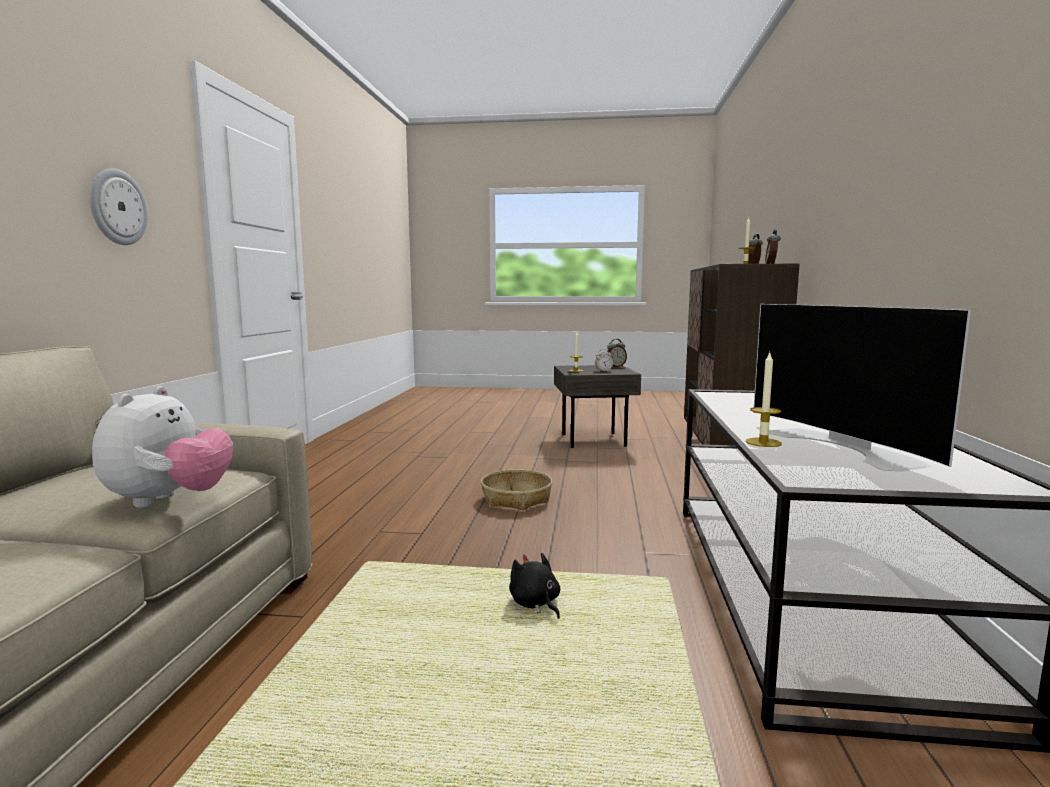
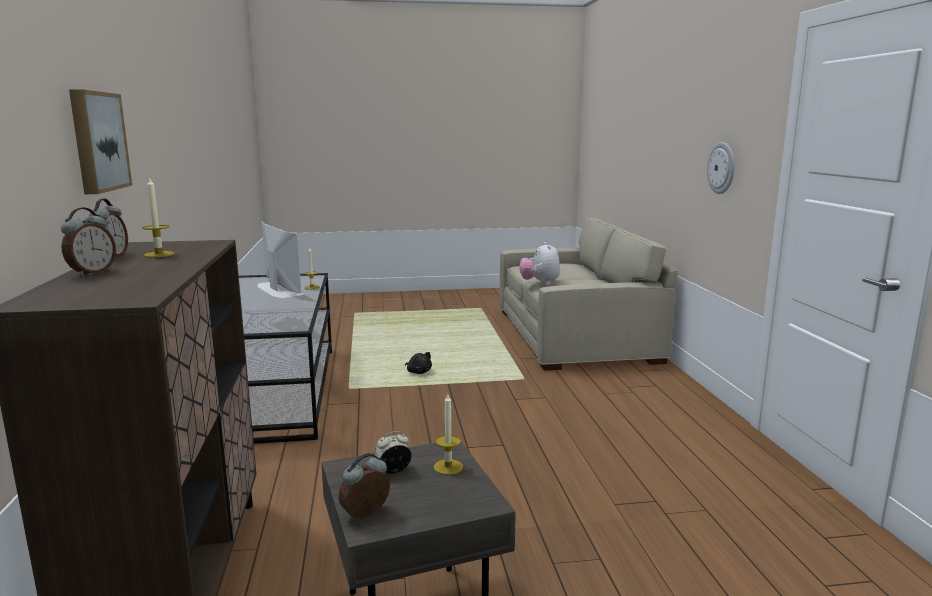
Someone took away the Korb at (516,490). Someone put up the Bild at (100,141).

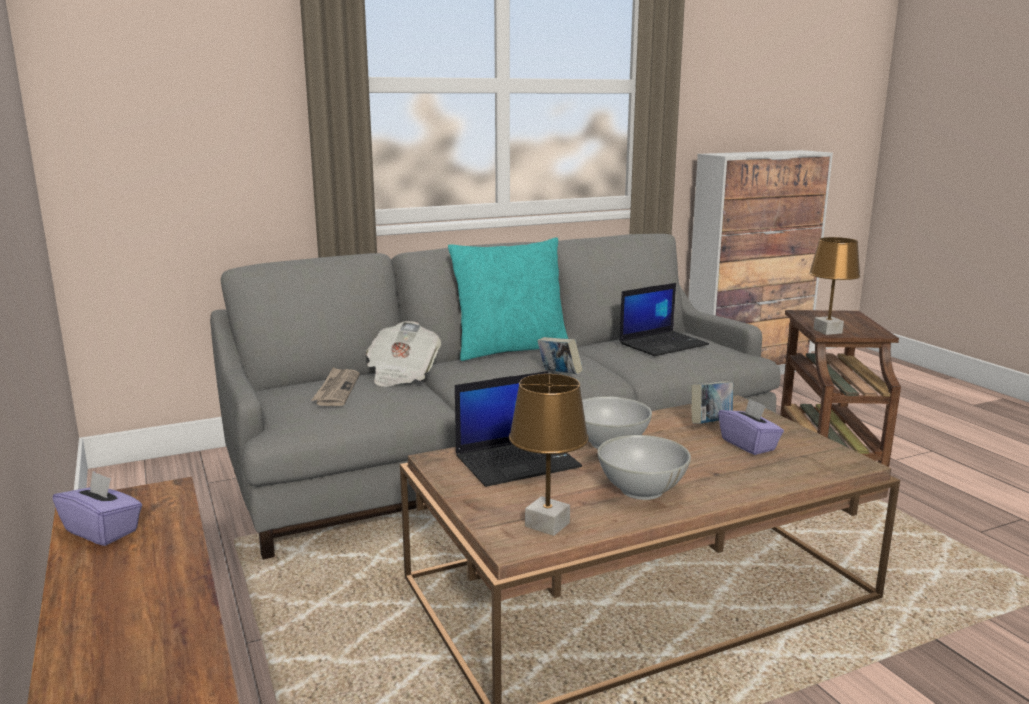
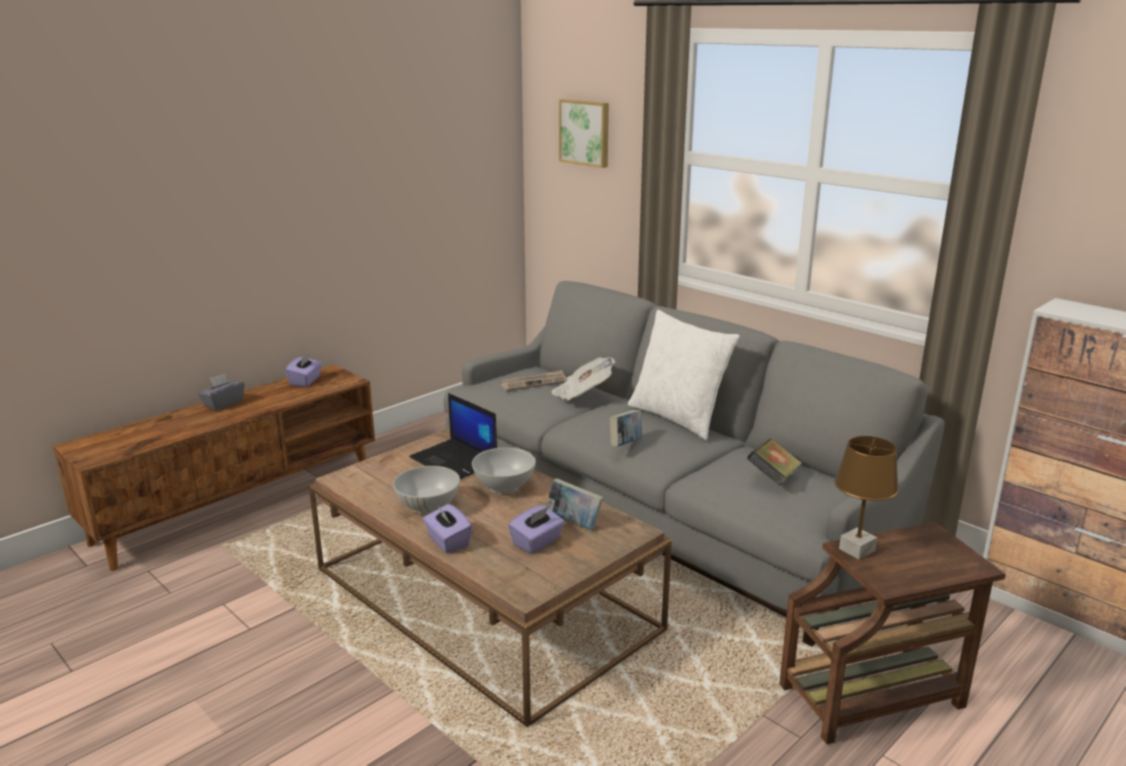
Someone took away the Tischlampe [braun] at (549,455). Someone put down the Taschentuchbox [grau] at (222,392). Someone put down the Taschentuchbox [lila] at (447,528). Someone put up the Bild at (584,133). Someone swapped the Laptop at (664,319) for the Buch at (774,462). Someone repainted the Kissen [türkis] at (508,299), which became the Kissen [weiß] at (684,375).

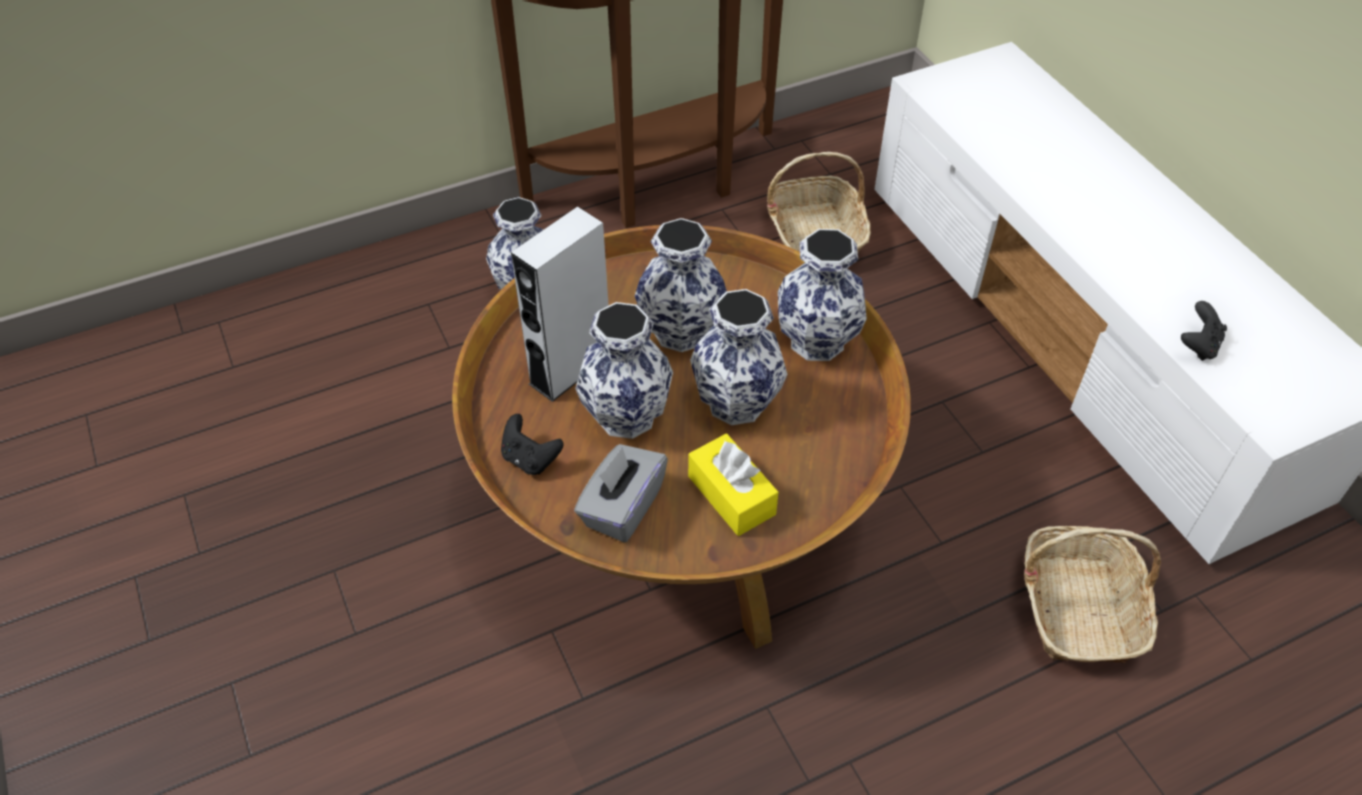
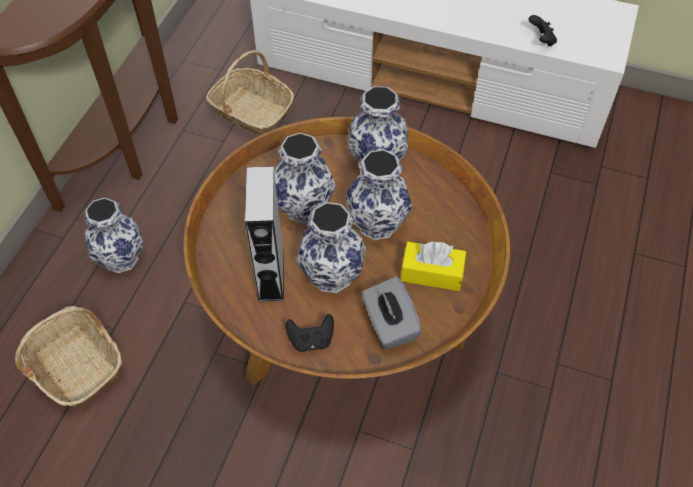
Someone carried the Korb from (1092,594) to (68,356).

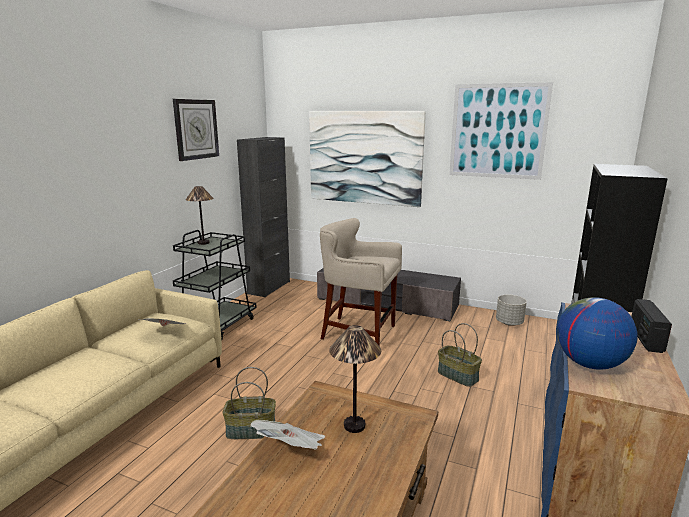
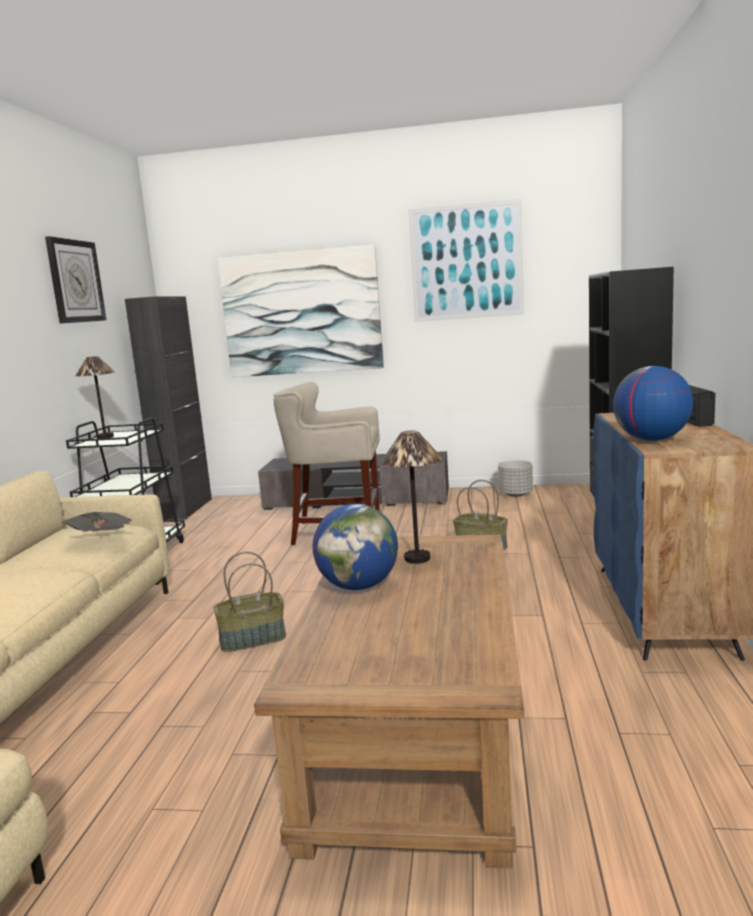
Someone swapped the Zeitung at (287,434) for the Globus at (355,547).

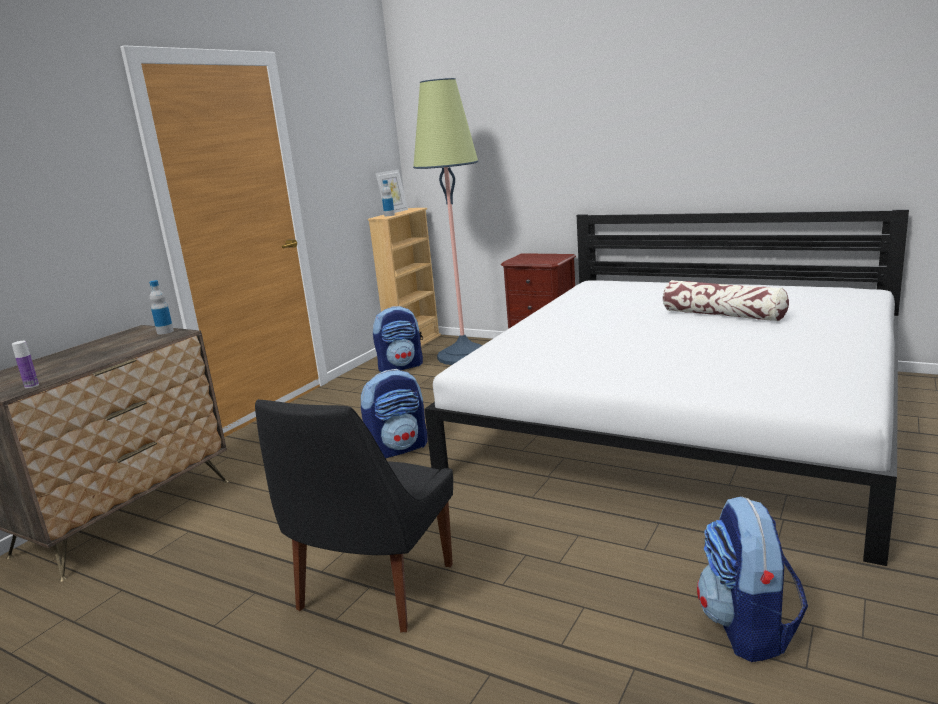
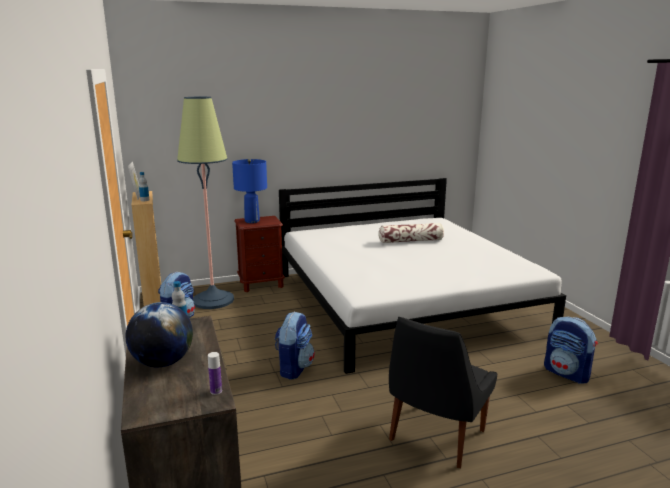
Someone put down the Globus at (159,334). Someone put down the Tischlampe [blau] at (249,191). Someone rotated the Stuhl [schwarz] at (354,515) by 60 degrees clockwise.

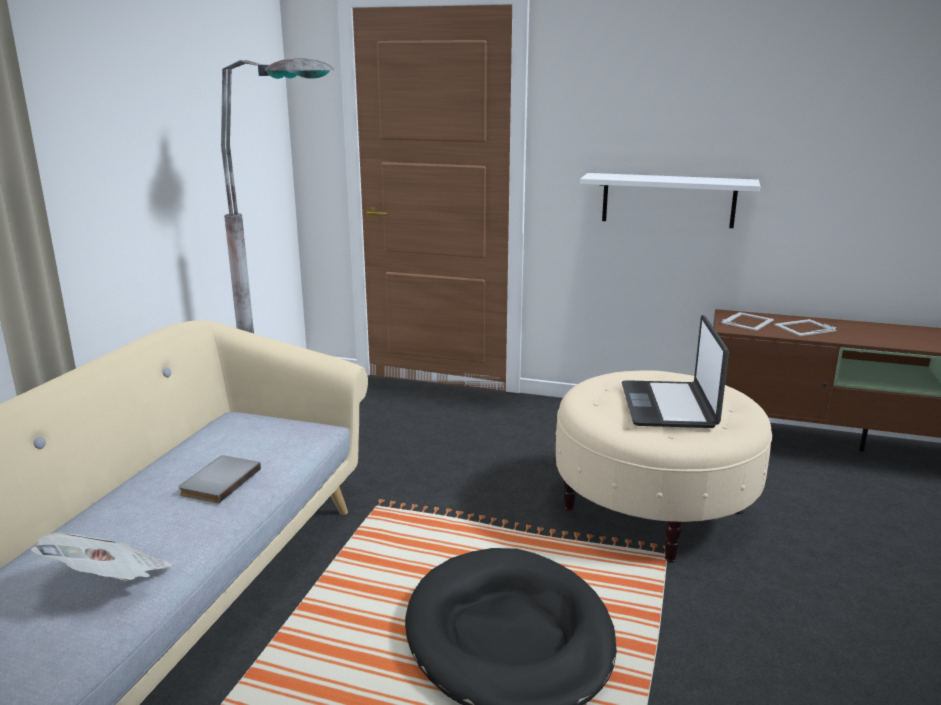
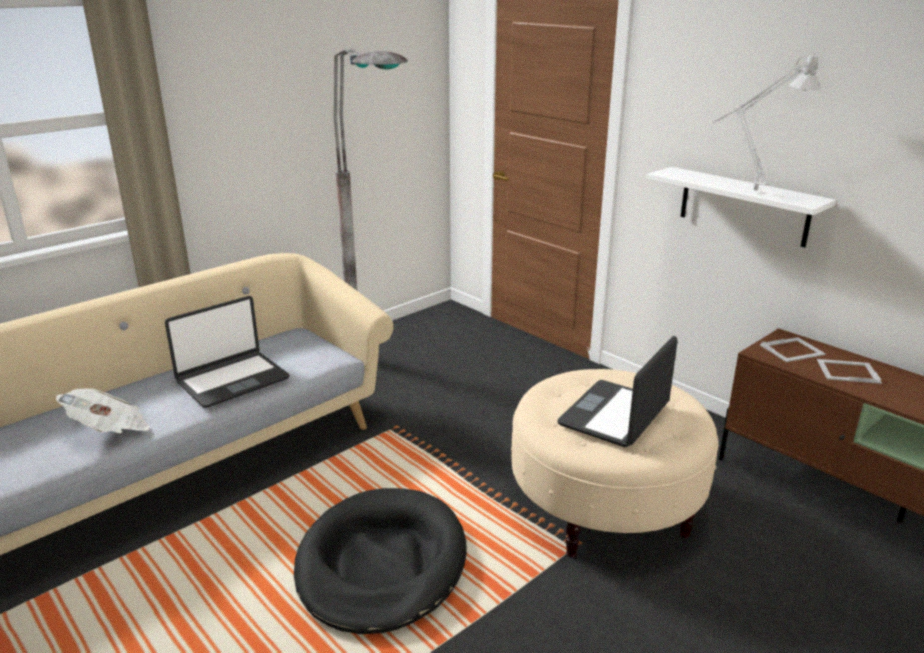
Someone put down the Tischlampe [grau] at (767,121). Someone swapped the Buch [grau] at (220,480) for the Laptop at (227,352).

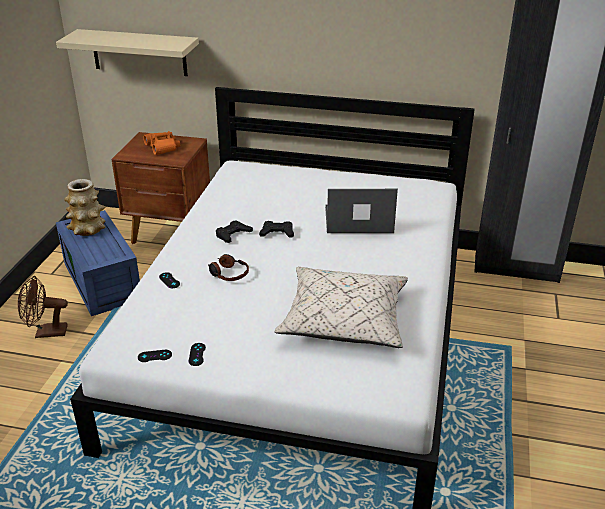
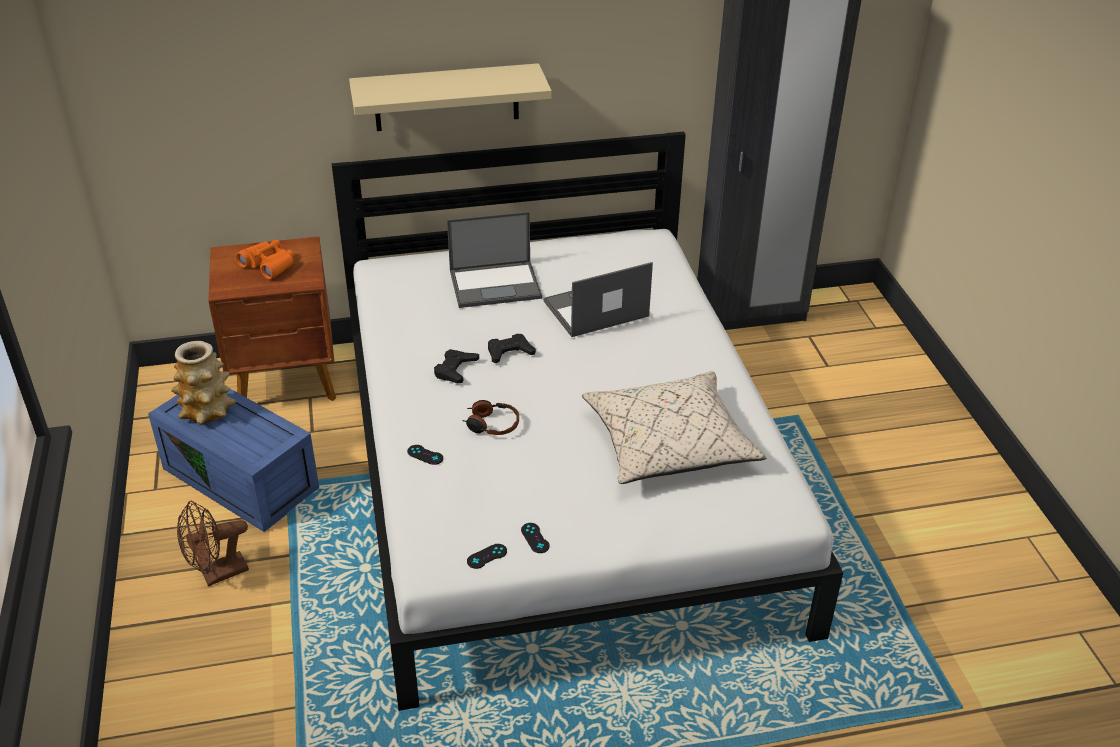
Someone put down the Laptop at (494,260). Someone carried the Wandregal [beige] from (127,52) to (450,97).

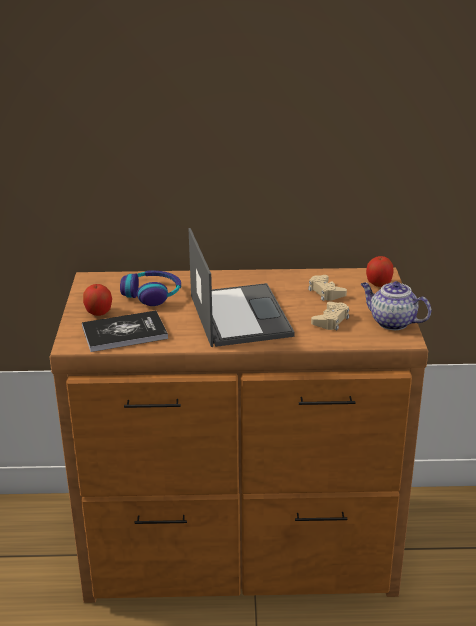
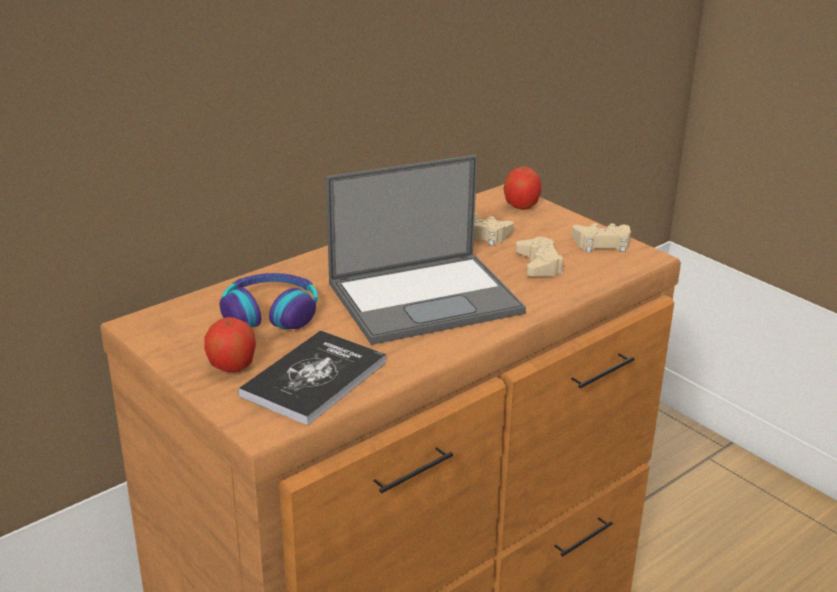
Someone swapped the Teekanne at (396,305) for the Gamepad [beige] at (601,237). Someone rotated the Laptop at (242,287) by 120 degrees clockwise.

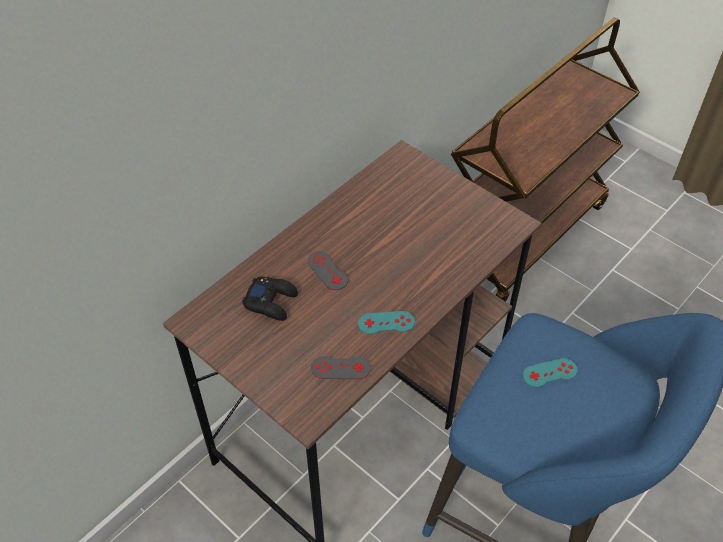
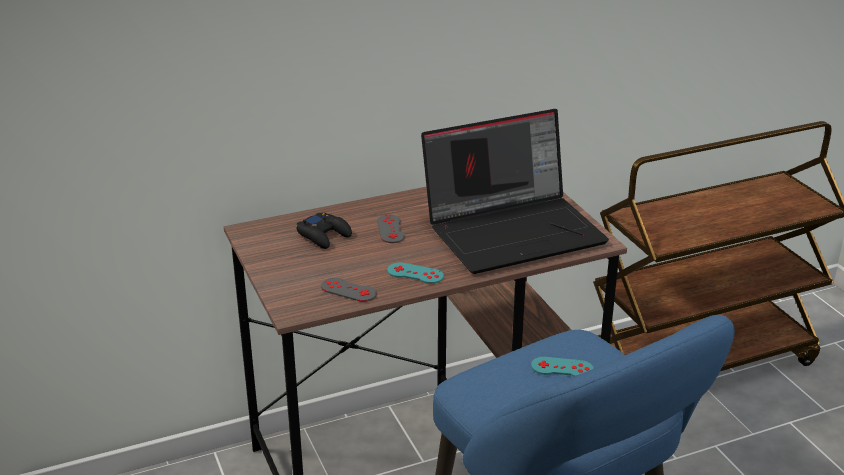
Someone put down the Laptop at (515,191).

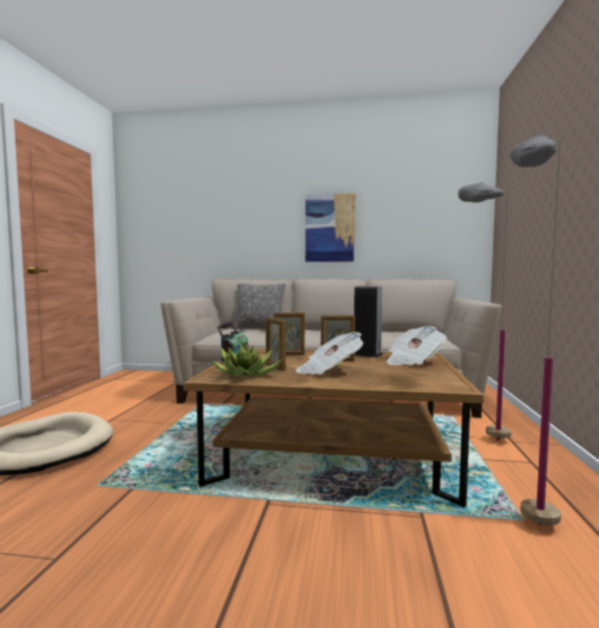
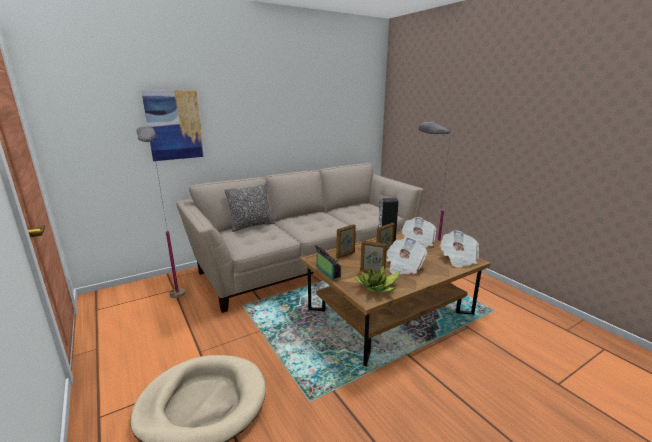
Someone put down the Zeitung at (459,248). Someone carried the Bild from (330,227) to (172,125). Someone carried the Stehlampe [grau] from (535,330) to (160,212).

